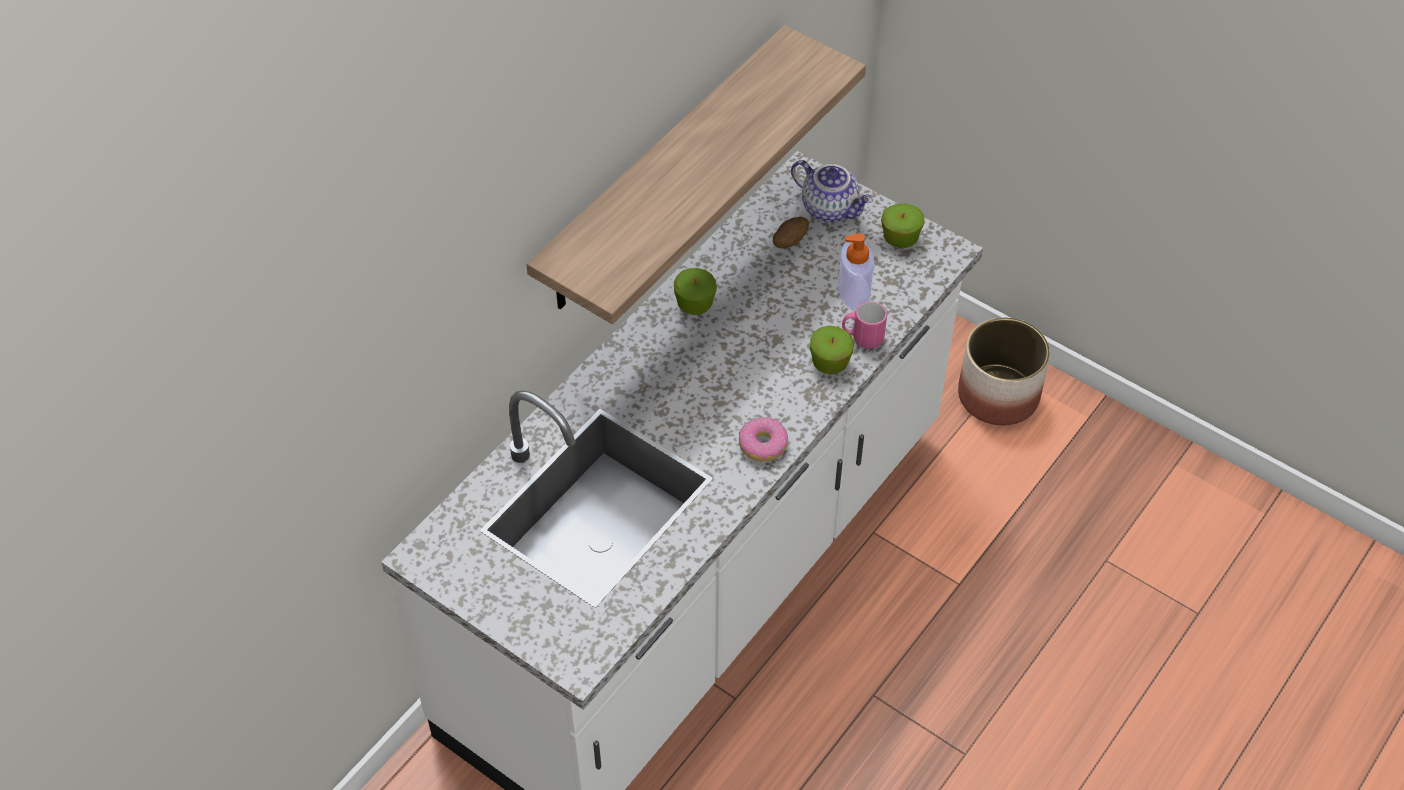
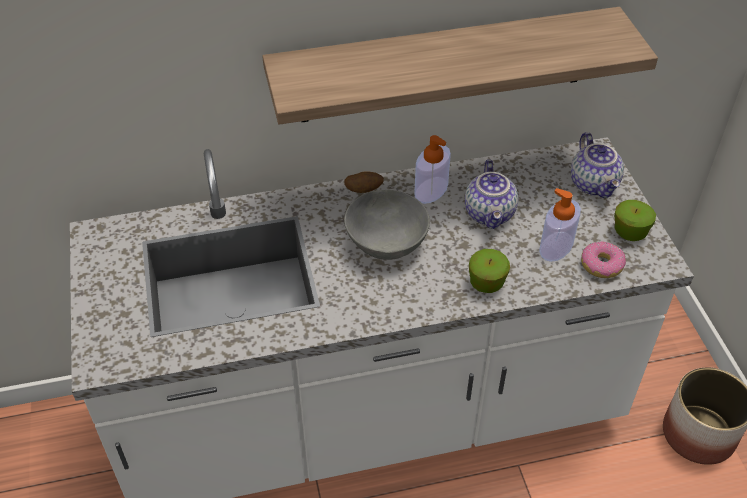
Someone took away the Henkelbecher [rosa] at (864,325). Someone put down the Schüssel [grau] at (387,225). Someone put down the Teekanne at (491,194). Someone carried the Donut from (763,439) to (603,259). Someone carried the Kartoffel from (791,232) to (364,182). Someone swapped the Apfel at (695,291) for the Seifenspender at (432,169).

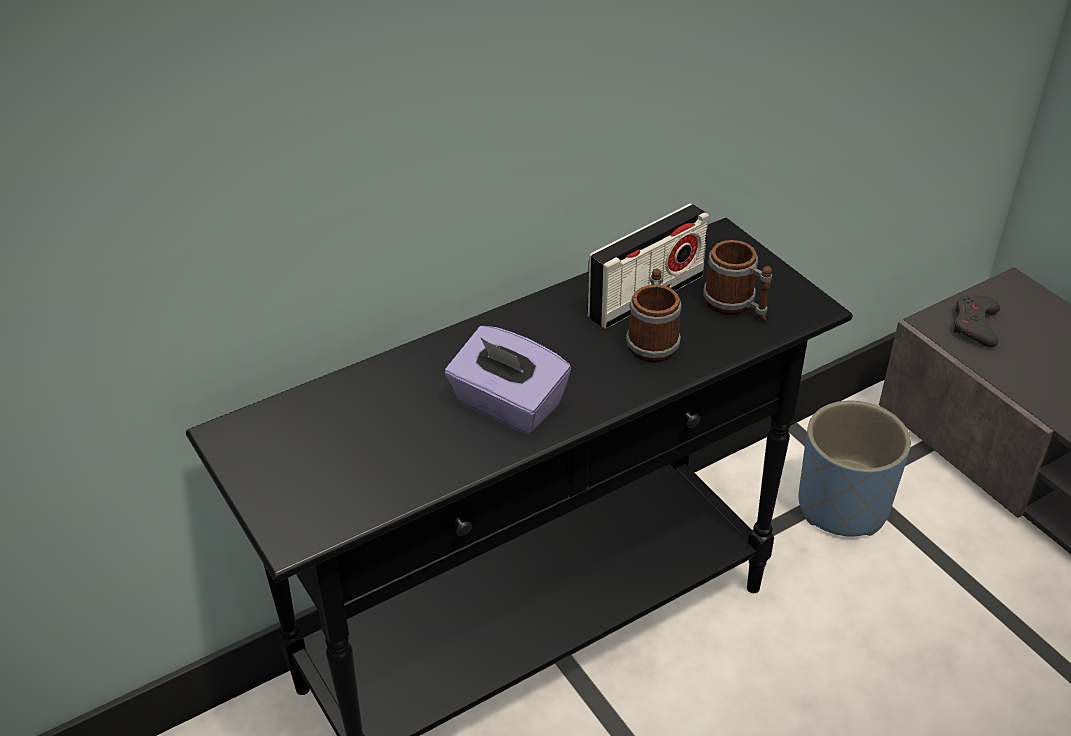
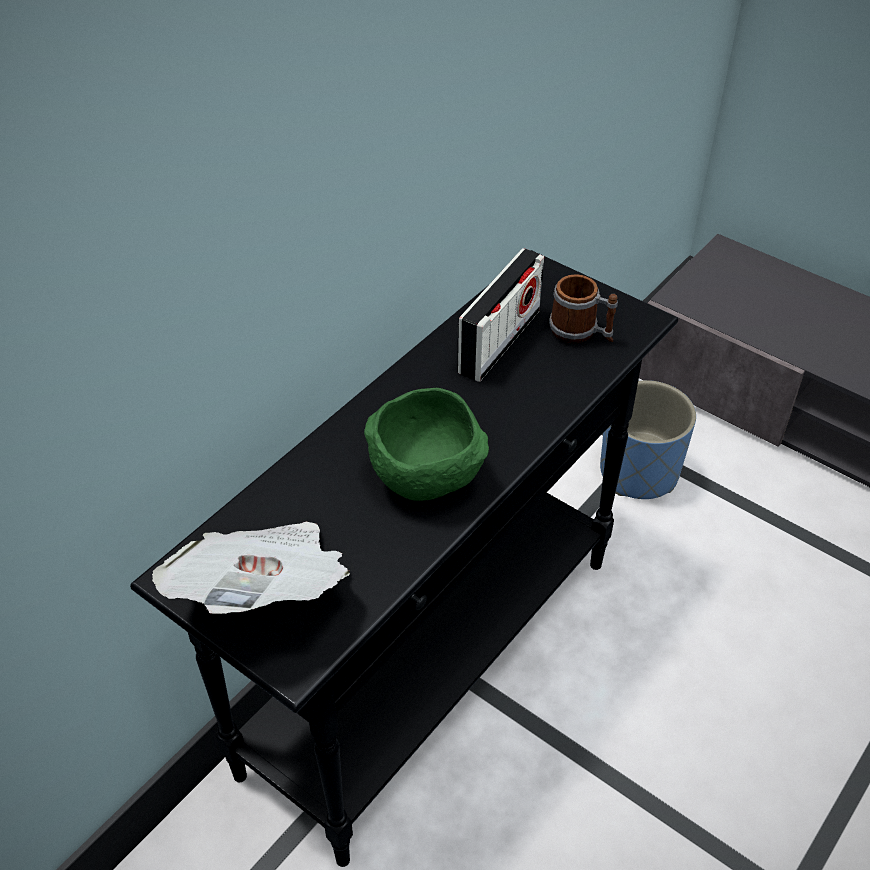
Someone took away the Henkelbecher at (654,316). Someone took away the Gamepad [grau] at (976,322). Someone put down the Zeitung at (251,568). Someone swapped the Taschentuchbox [lila] at (508,380) for the Schüssel [grün] at (426,444).

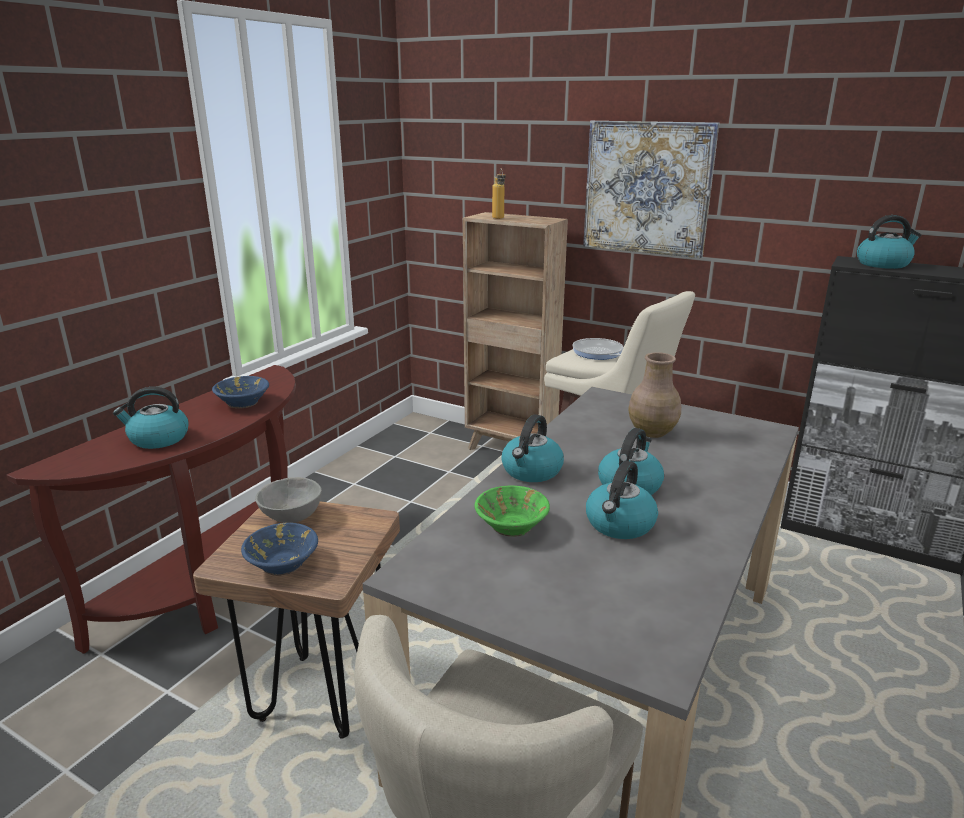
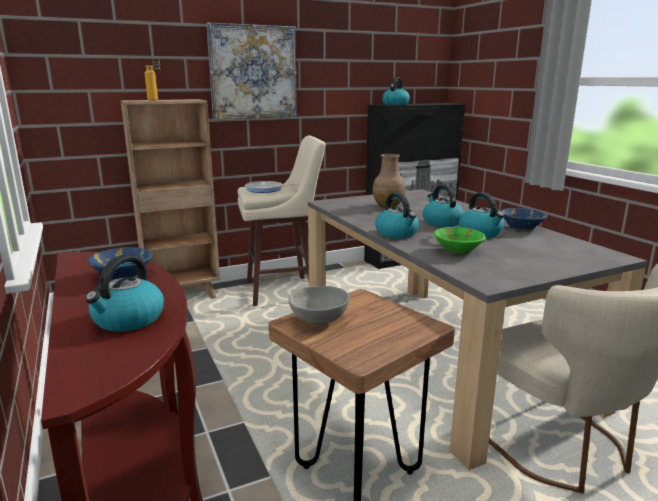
Someone carried the Schüssel [blau] from (279,549) to (524,219).

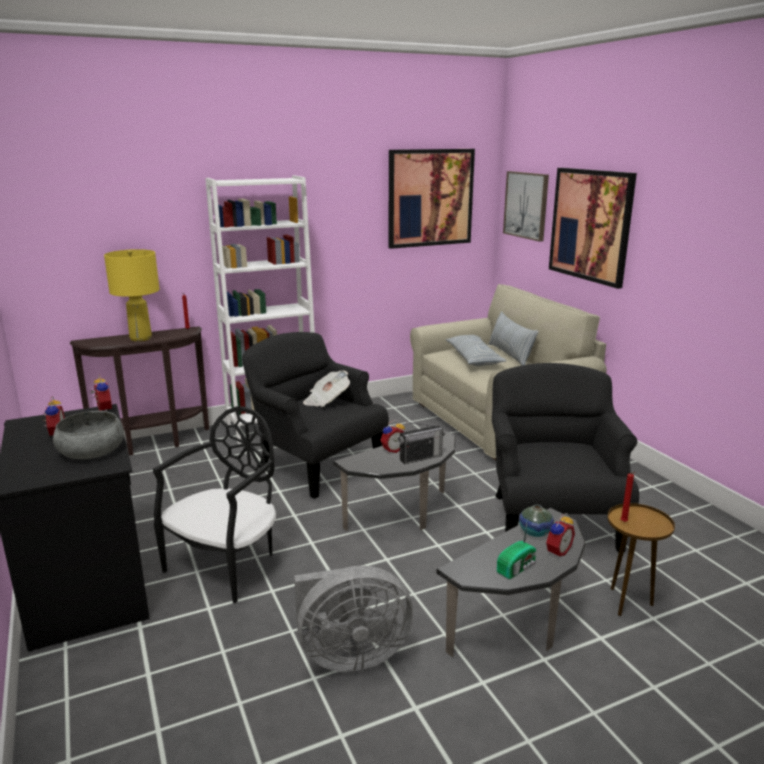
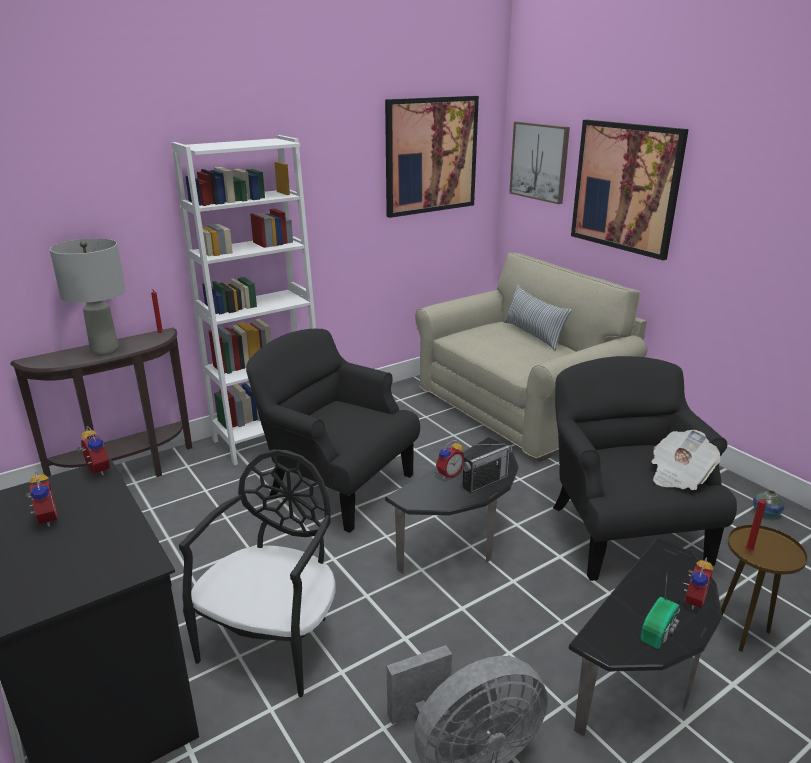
Someone took away the Schüssel [grau] at (88,435). Someone took away the Kissen at (476,350). Someone carried the Zeitung from (326,388) to (686,460). Someone carried the Vase from (536,521) to (769,503). Someone repainted the Tischlampe [gelb] at (132,295), which became the Tischlampe [grau] at (87,297).

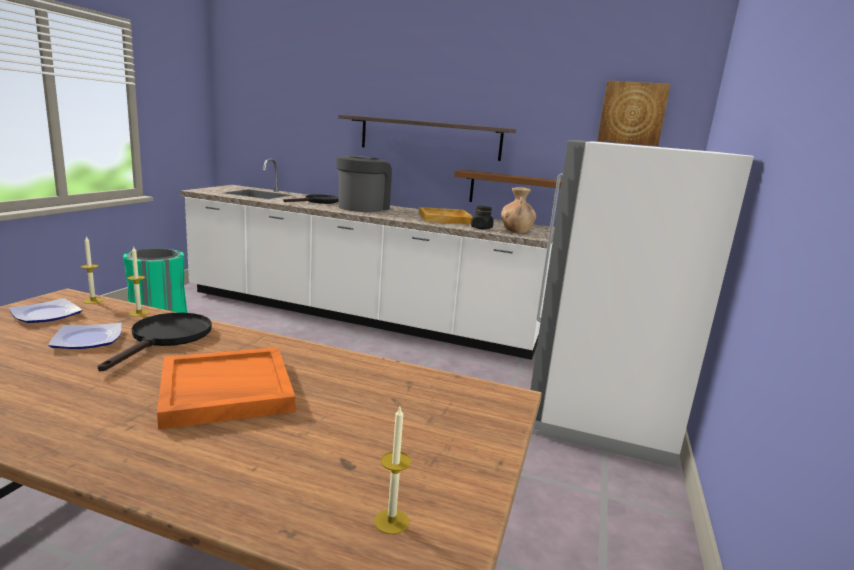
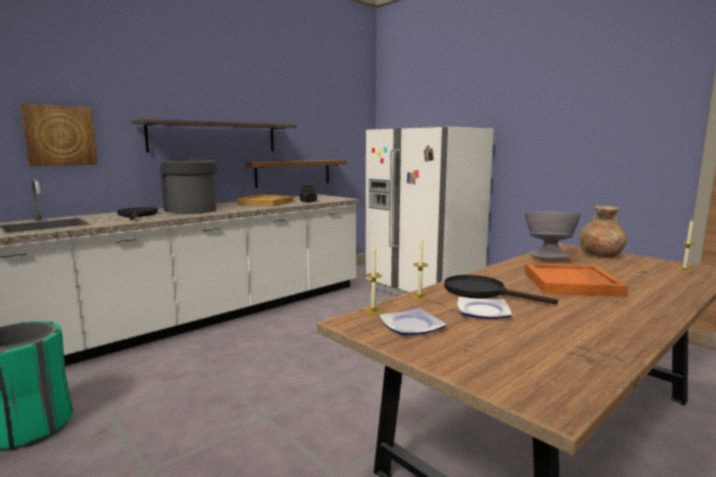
Someone put down the Schüssel [grau] at (553,234). Someone carried the Vase [braun] from (518,210) to (603,231). Someone carried the Bild from (633,113) to (59,135).

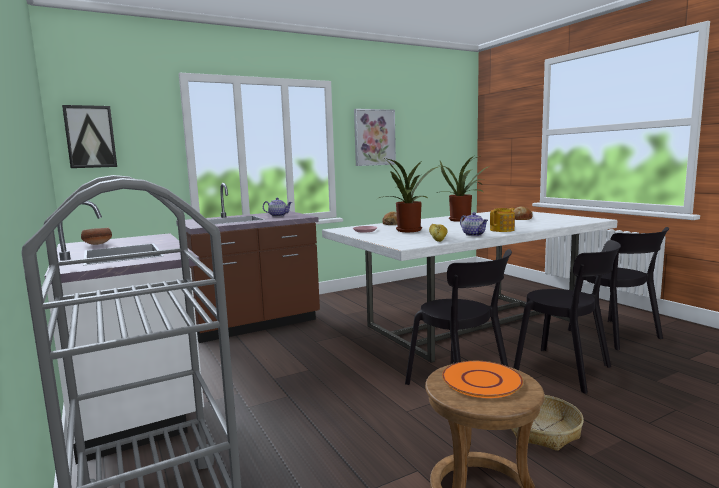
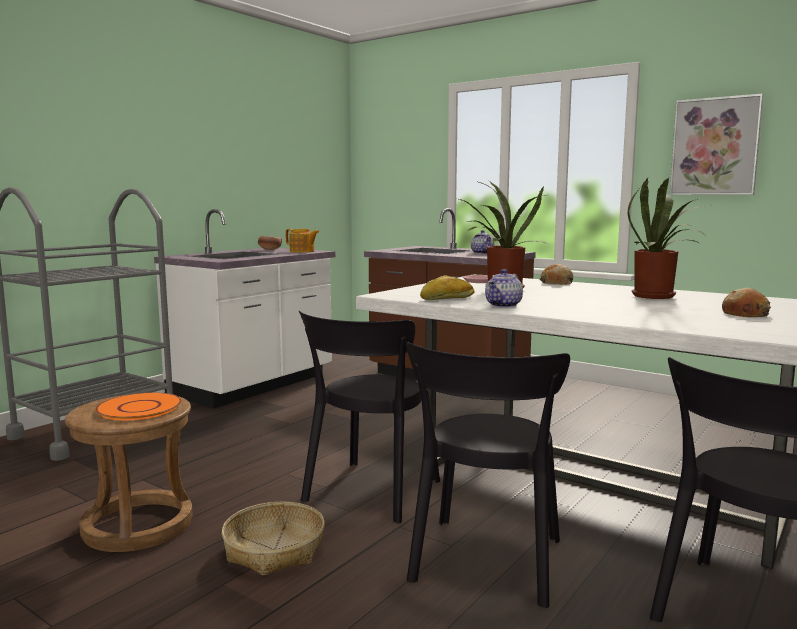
Someone took away the Bild at (89,136). Someone carried the Teekanne from (502,220) to (302,241).

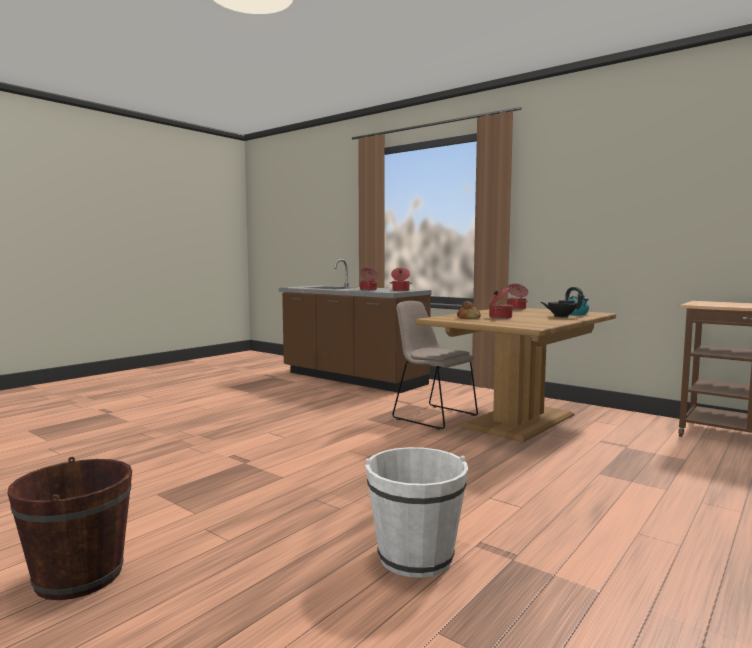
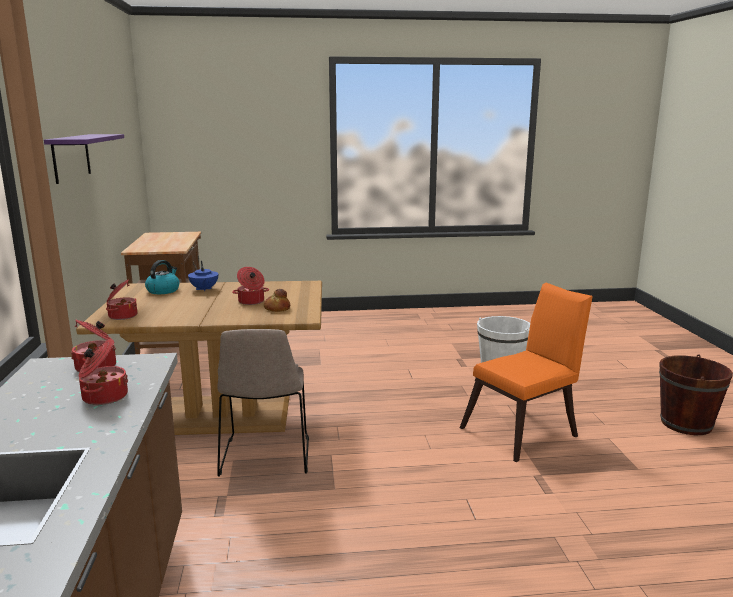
Someone put up the Wandregal [lila] at (84,159). Someone put down the Stuhl [orange] at (526,372). Someone repainted the Teekanne [schwarz] at (561,306), which became the Teekanne [blau] at (203,276).

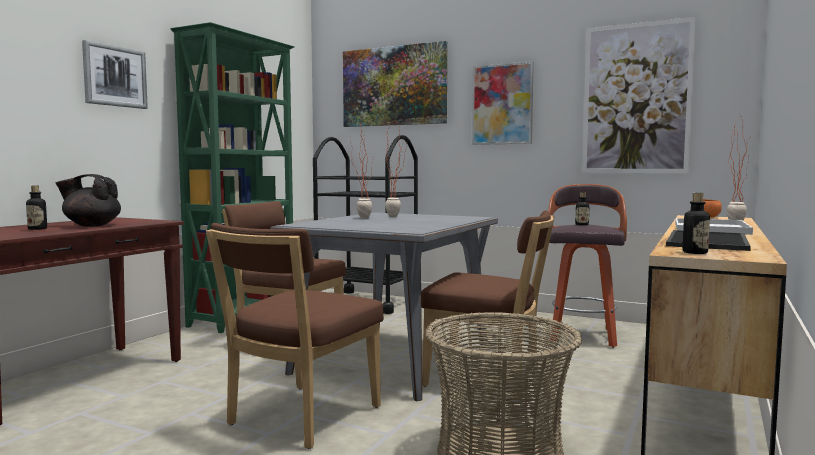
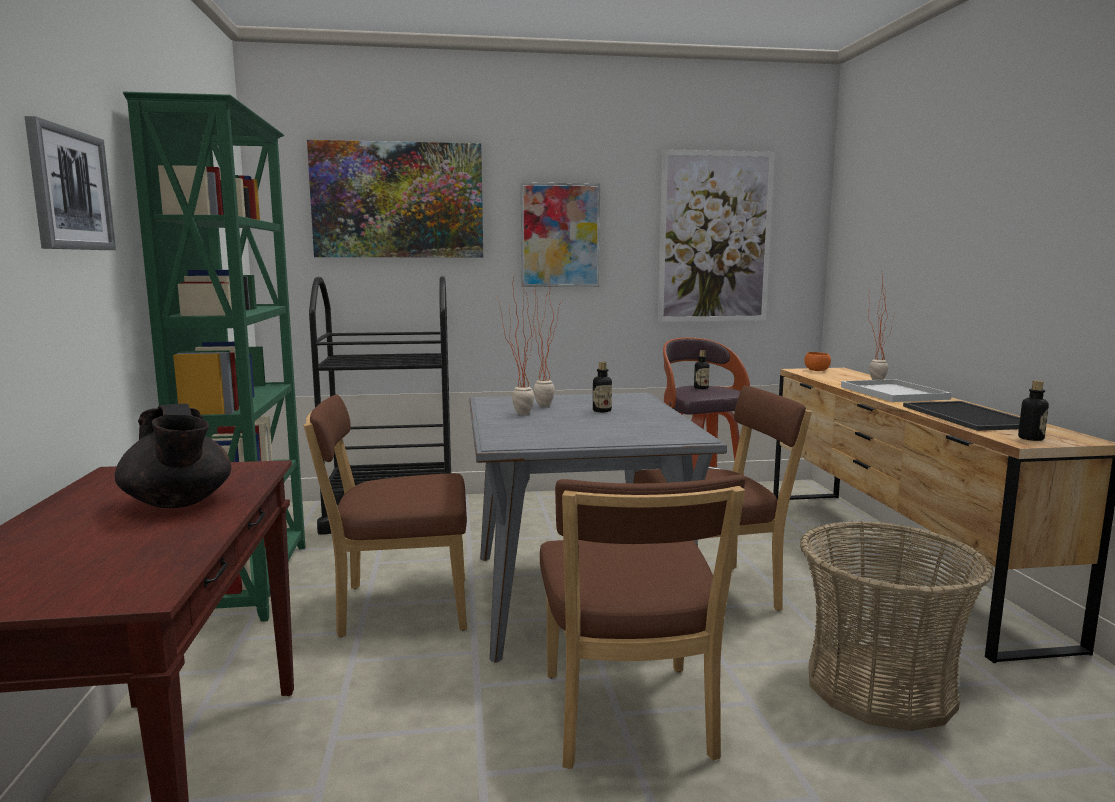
Someone carried the Flasche from (36,207) to (602,387). Someone rotated the Teekanne [schwarz] at (88,200) by 90 degrees counterclockwise.

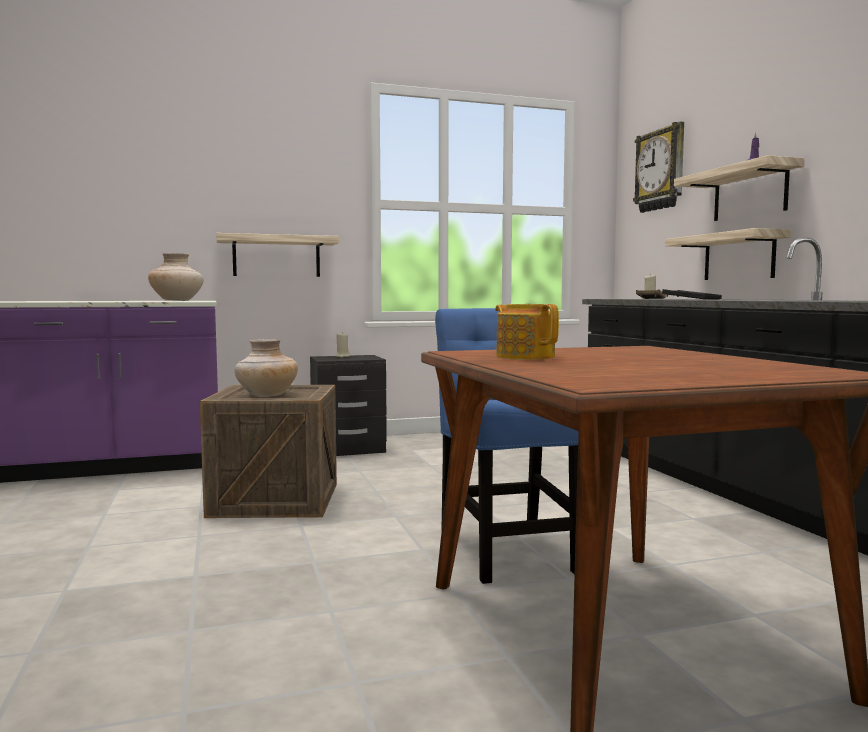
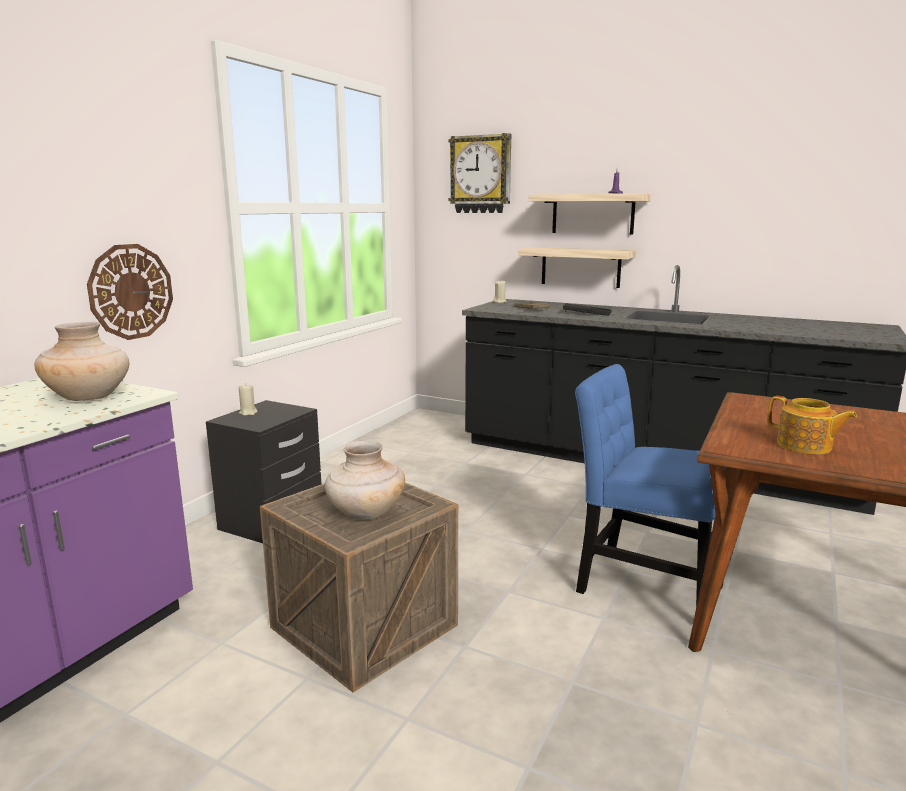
Someone swapped the Wandregal at (277,255) for the Wanduhr at (130,292). Someone rotated the Teekanne at (527,332) by 150 degrees counterclockwise.

